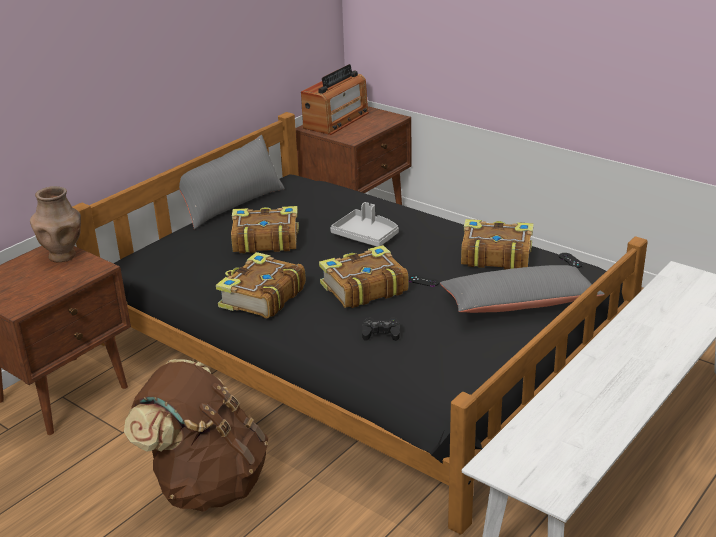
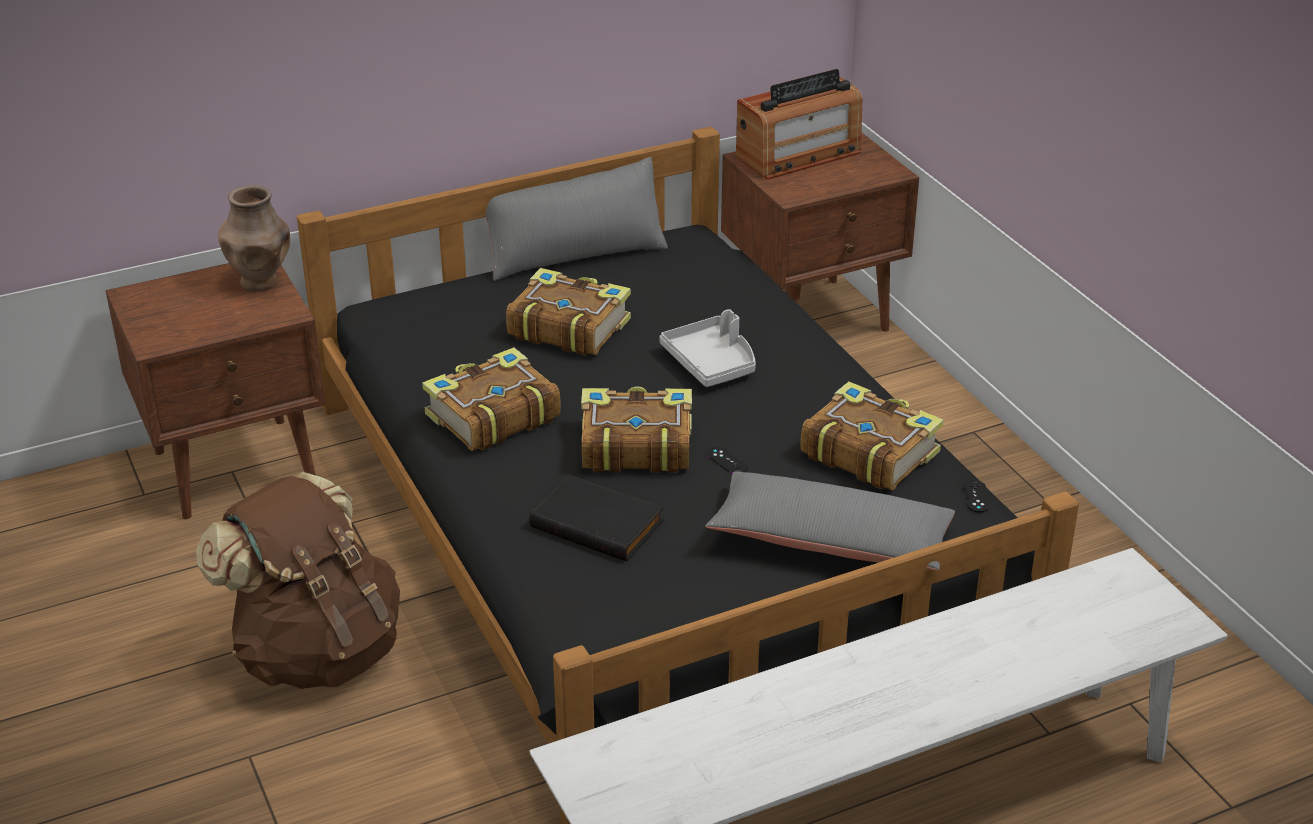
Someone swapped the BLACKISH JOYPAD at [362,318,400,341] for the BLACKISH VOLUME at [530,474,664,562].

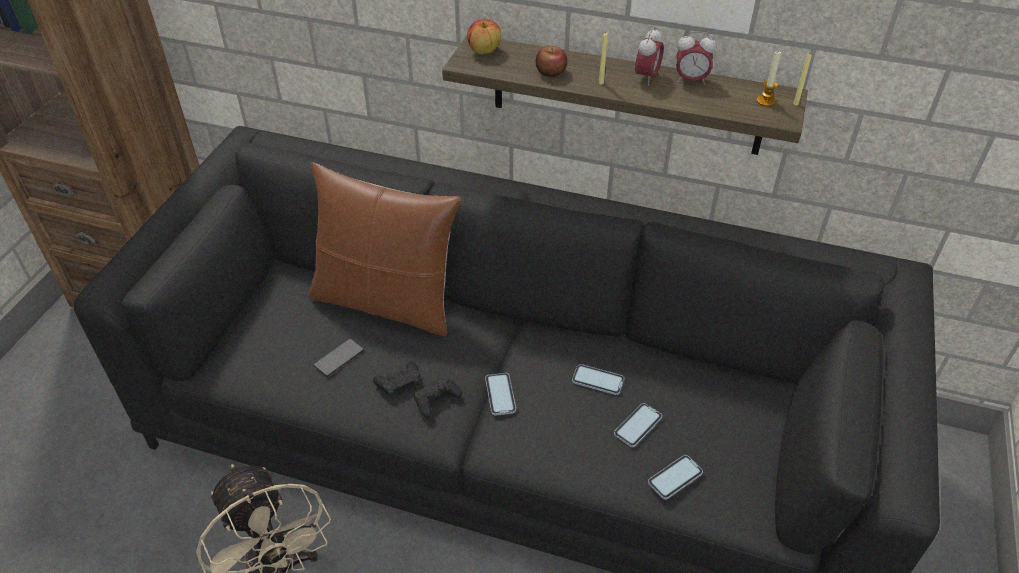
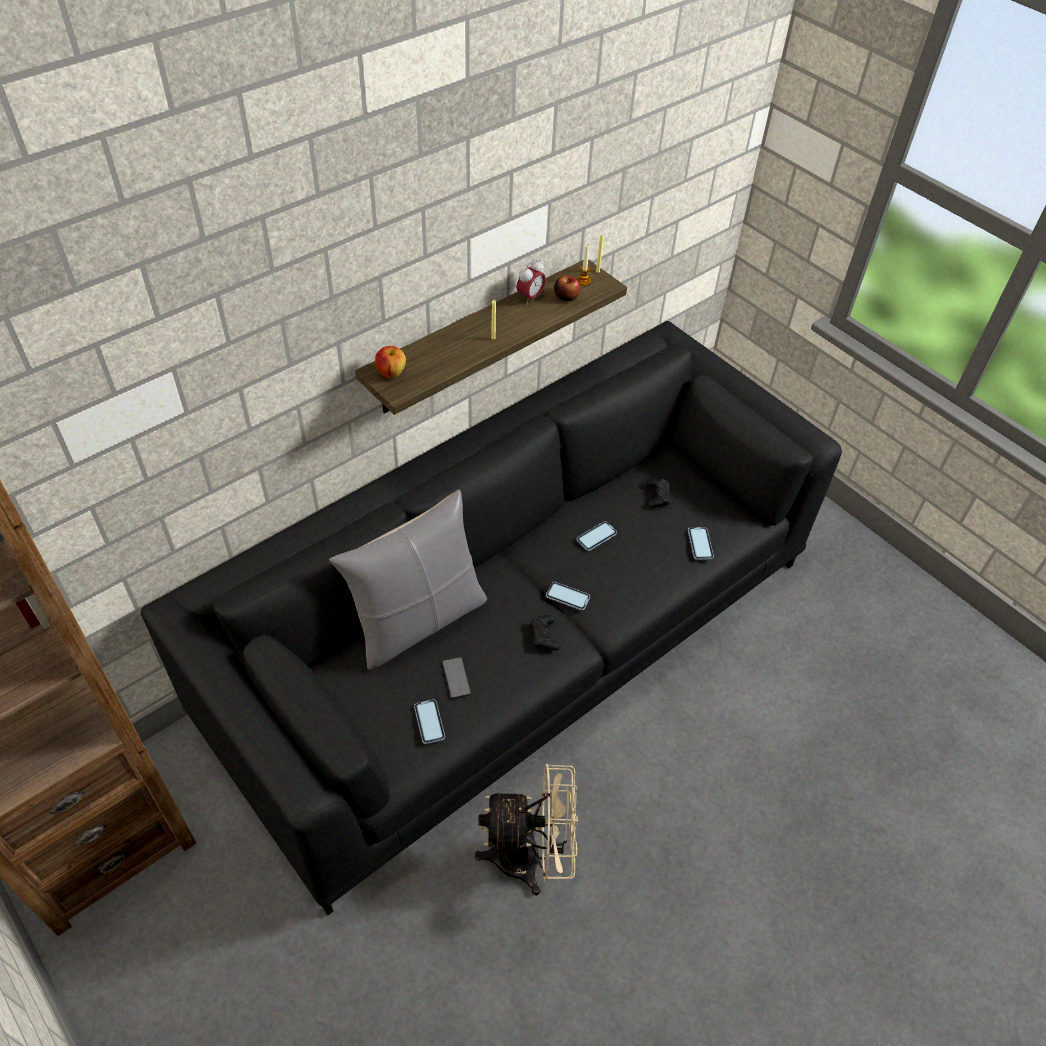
Someone repainted the BROWN THROW PILLOW at [308,163,461,336], which became the GREYISH THROW PILLOW at [329,489,487,670].
Someone carried the PHONE from [614,403,662,447] to [414,699,445,744].
Someone carried the WHOLE APPLE from [536,46,567,77] to [554,276,580,301].
Someone carried the BLACKISH JOYPAD from [373,361,420,397] to [646,479,671,508].
Someone took away the TABLE CLOCK at [635,26,664,86].

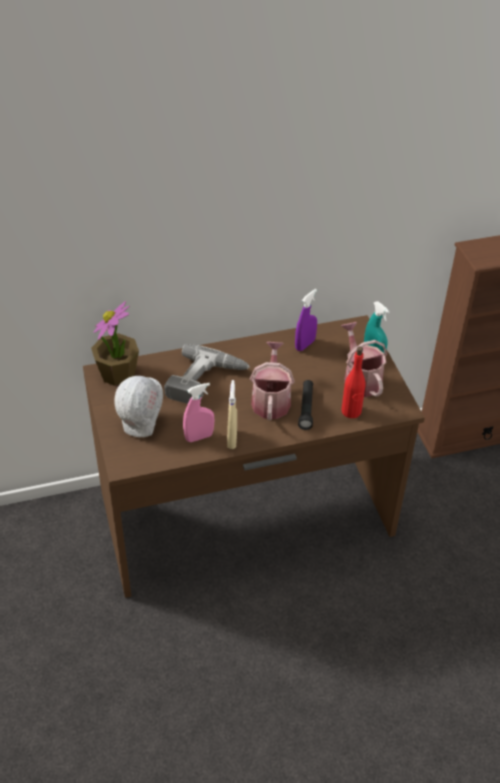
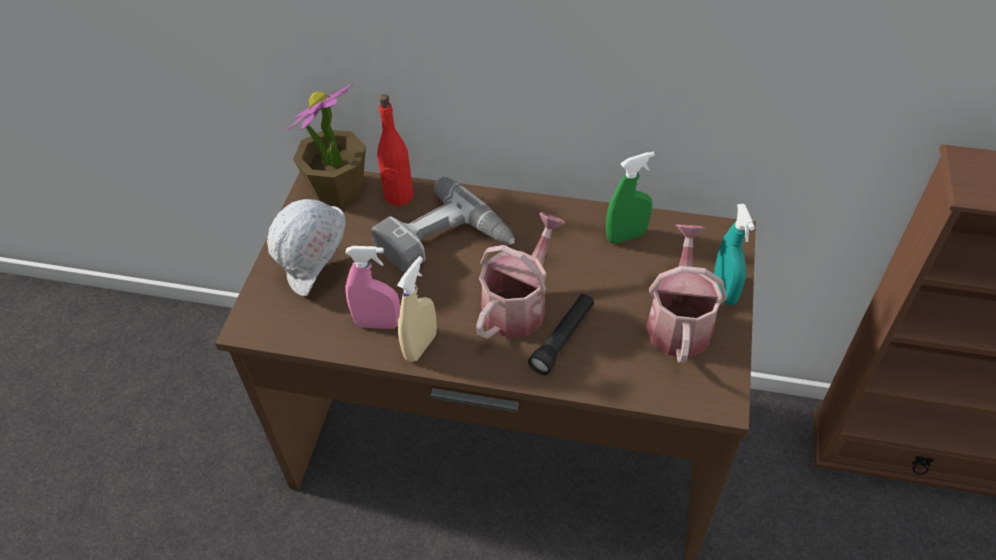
Someone carried the RED-COLOURED BEVERAGE BOTTLE from [341,347,366,418] to [377,94,413,206].
Someone repainted the PURPLISH SPRAYER at [295,289,317,351], which became the GREEN SPRAYER at [606,151,655,244].

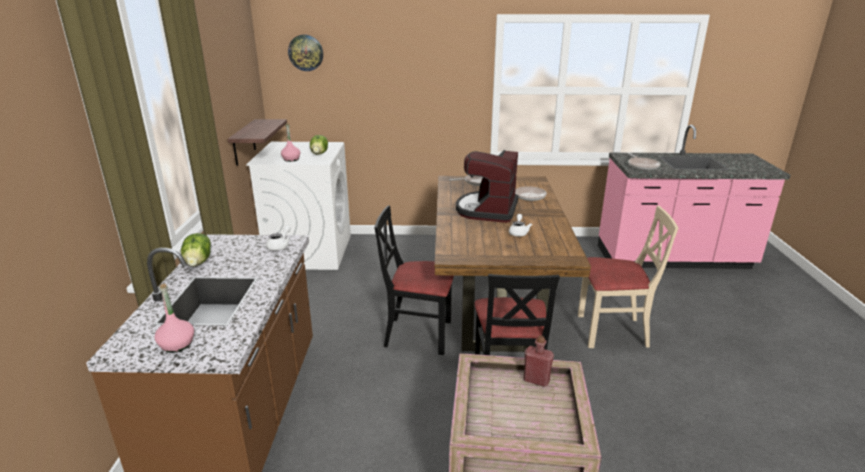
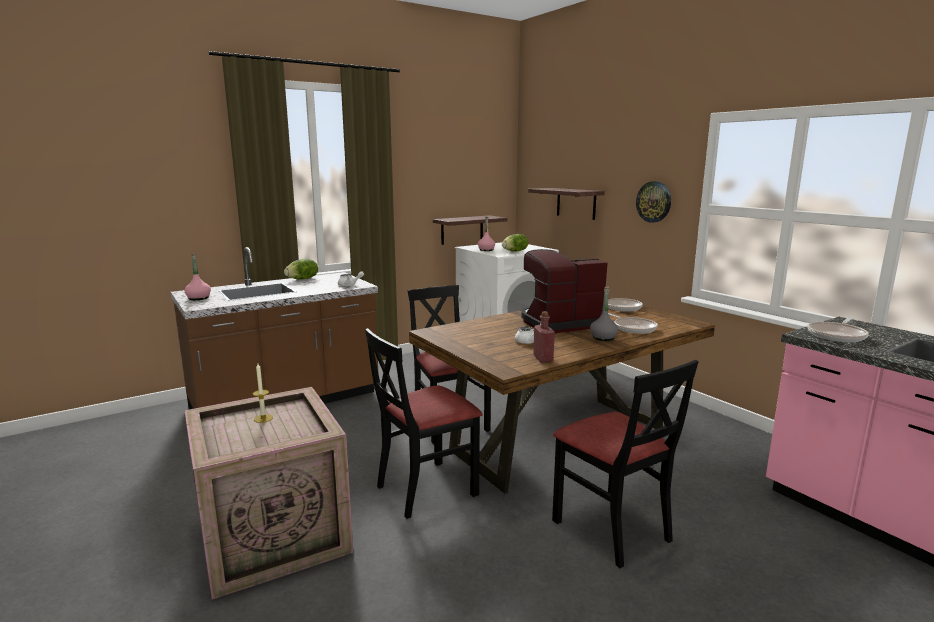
Someone put down the WAX CANDLE at [253,364,273,423].
Someone put up the WALL SHELF at [528,188,605,220].
Someone carried the RED-COLOURED BEVERAGE BOTTLE from [524,335,554,387] to [533,311,555,363].
Someone repainted the BEIGE-COLOURED PLAIN CHAIR at [578,206,678,348], which became the BLACKISH PLAIN CHAIR at [552,360,699,568].
Someone put down the GREYISH BEVERAGE BOTTLE at [590,286,618,341].
Someone carried the WALL CLOCK from [288,35,323,71] to [636,181,671,223].

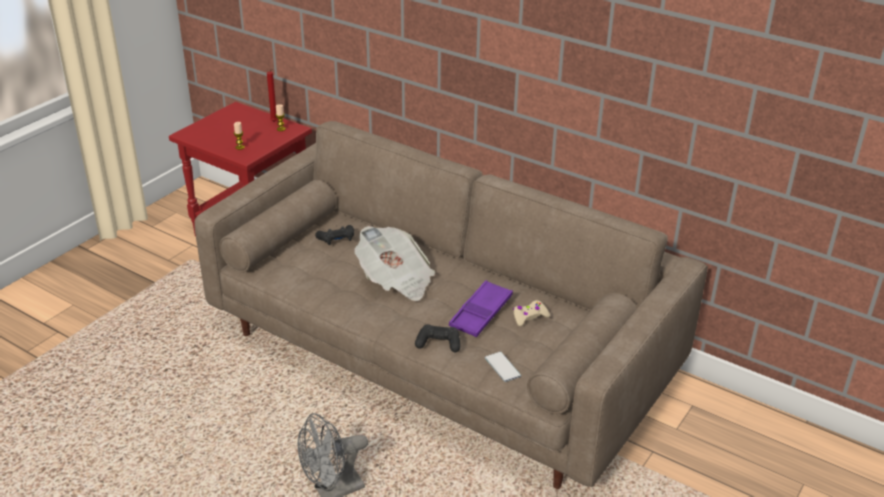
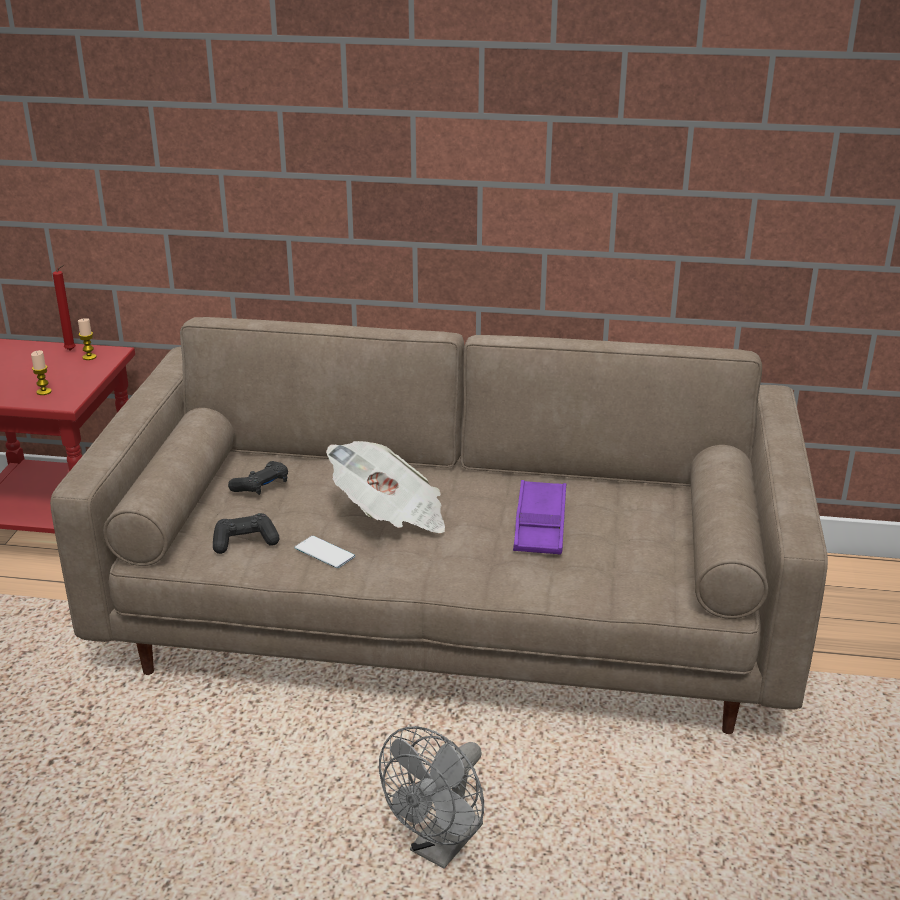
Someone carried the BLACKISH JOYPAD from [415,324,460,352] to [213,513,279,554].
Someone carried the PHONE from [485,352,521,382] to [294,536,355,568].
Someone took away the BEIGE-COLOURED JOYPAD at [513,300,550,326].

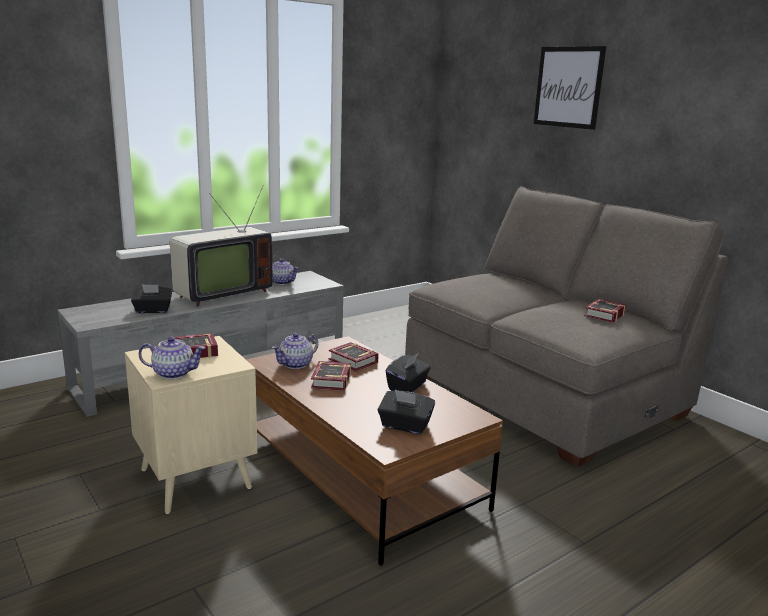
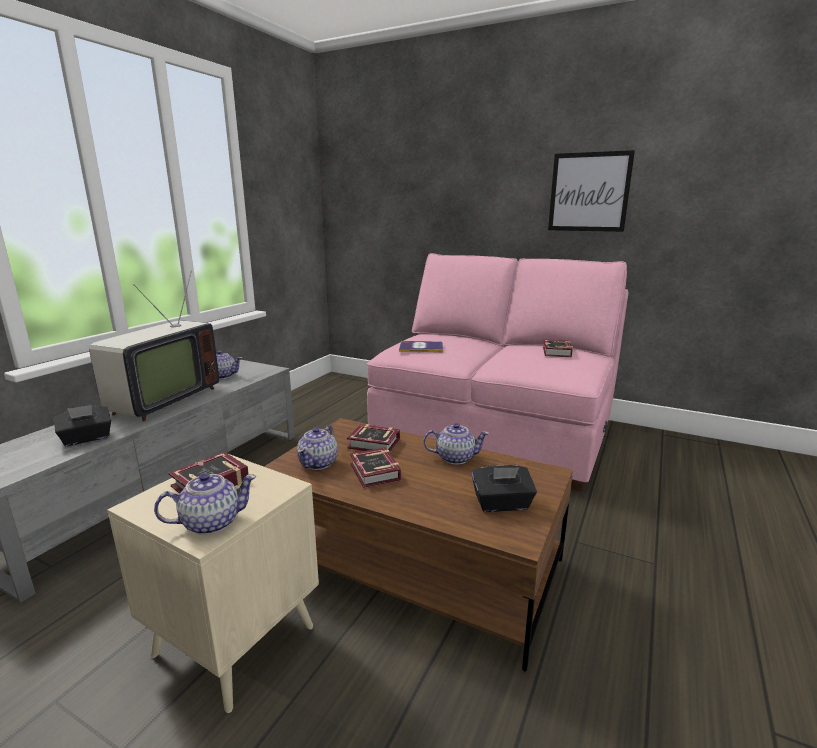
Someone repainted the GREYISH COUCH at [405,186,728,467], which became the PINKISH COUCH at [367,253,629,491].
Someone put down the VOLUME at [399,341,443,352].
Someone swapped the BLACKISH TISSUE HOLDER at [386,353,431,392] for the TEA POT at [423,423,489,465].
Someone carried the PICTURE from [534,46,606,130] to [548,150,635,232].

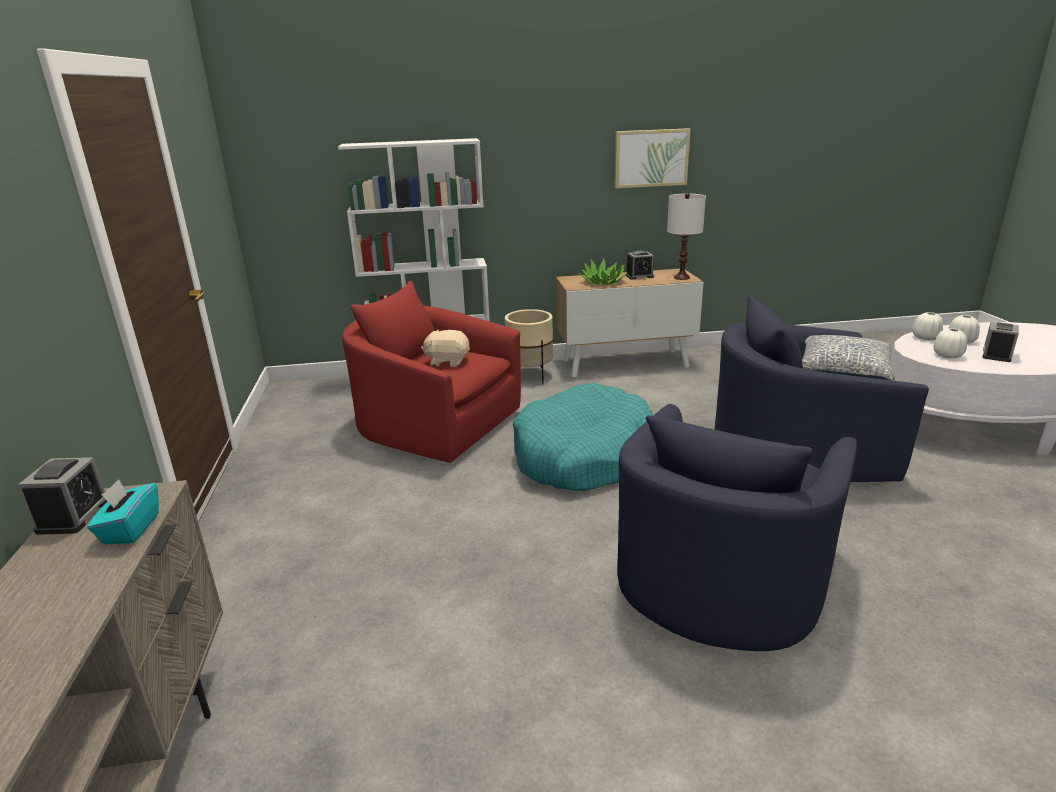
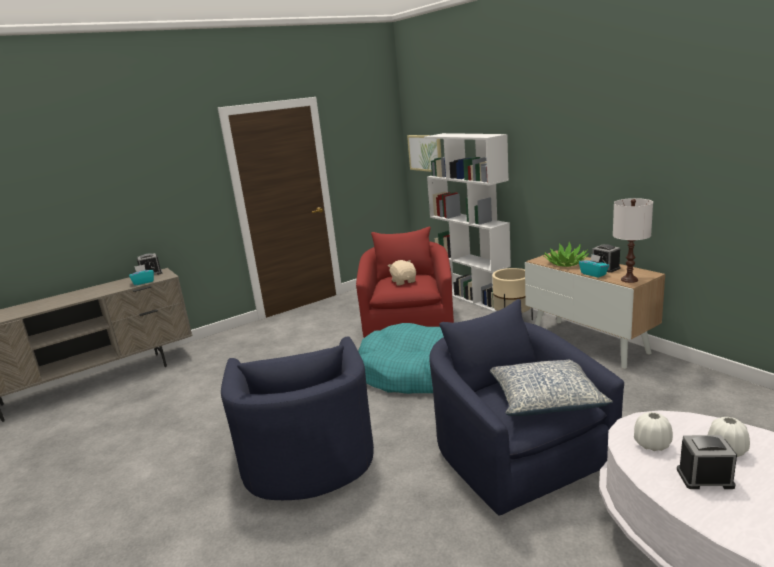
Someone rotated the BLUISH ARMCHAIR at [617,404,857,651] by 105 degrees counterclockwise.
Someone carried the PICTURE from [614,128,691,189] to [407,135,441,172].
Someone put down the TURQUOISE TISSUE HOLDER at [579,254,609,278].
Someone took away the WHITE FLOWER VASE at [912,312,943,340].

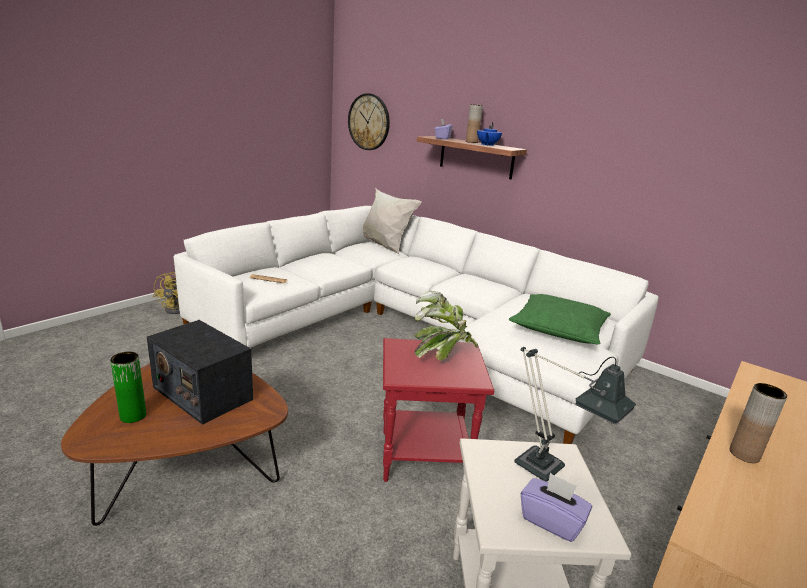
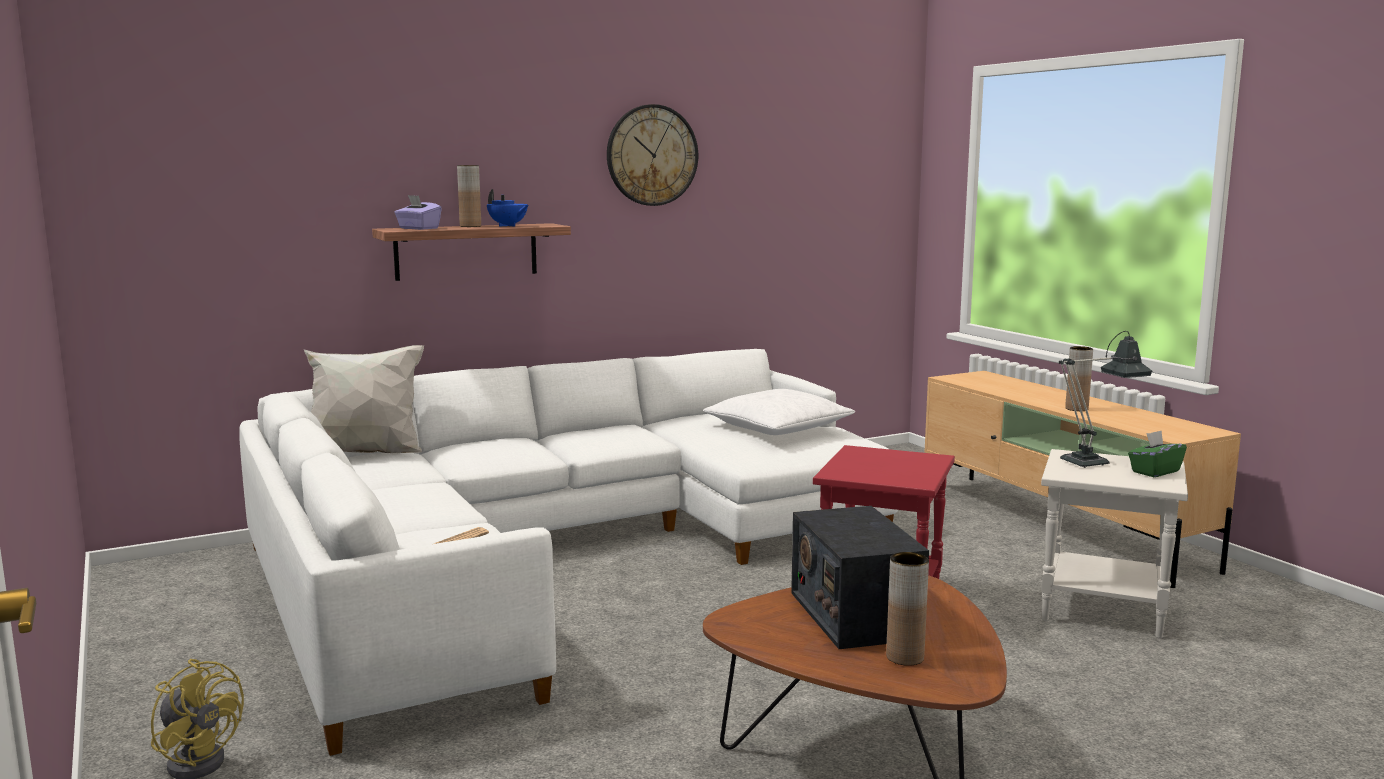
Someone carried the WALL CLOCK from [348,93,390,150] to [607,104,698,206].
Someone repainted the GREEN THROW PILLOW at [509,294,611,344], which became the WHITE THROW PILLOW at [703,389,855,435].
Someone rotated the RADIO SET at [147,320,253,425] by 105 degrees clockwise.
Someone repainted the GREEN FLOWER VASE at [110,352,146,423], which became the BROWN FLOWER VASE at [886,552,929,666].
Someone repainted the PURPLISH TISSUE HOLDER at [521,473,592,542], which became the GREEN TISSUE HOLDER at [1128,431,1187,477].
Someone took away the HOUSEPLANT at [414,291,478,360].

